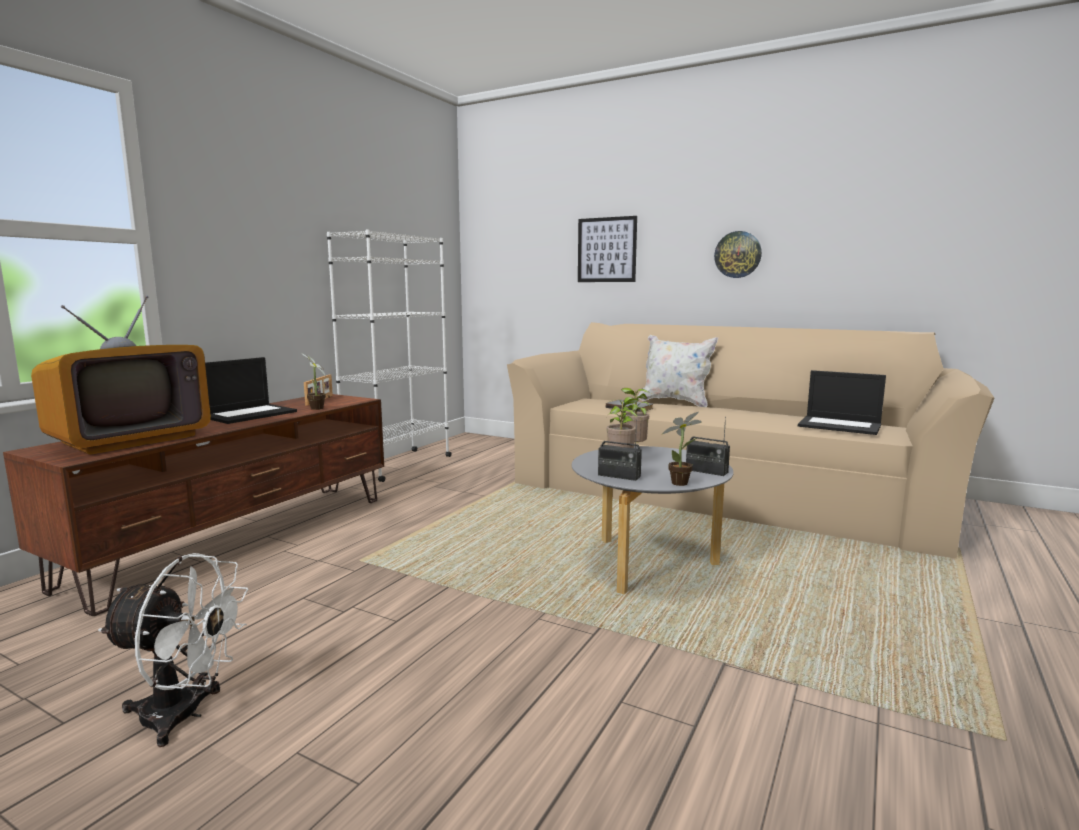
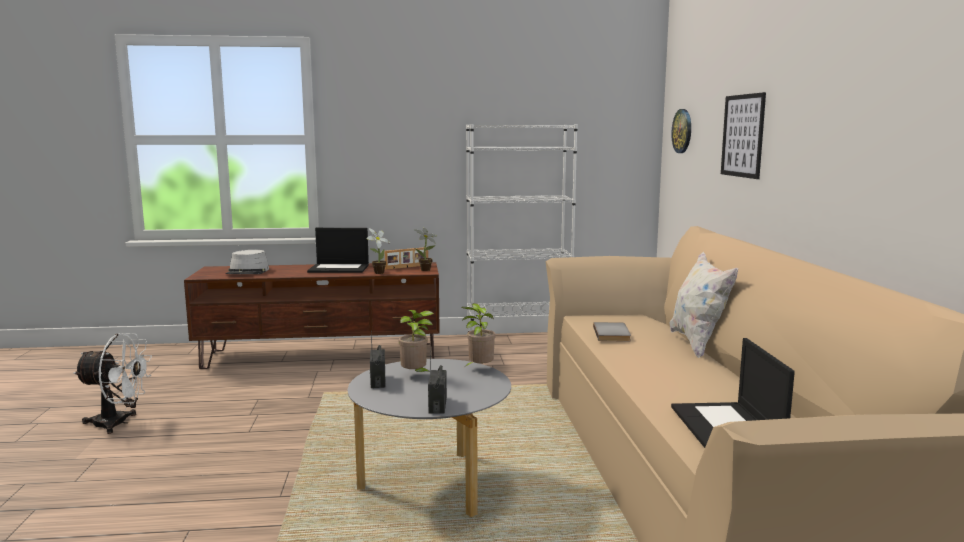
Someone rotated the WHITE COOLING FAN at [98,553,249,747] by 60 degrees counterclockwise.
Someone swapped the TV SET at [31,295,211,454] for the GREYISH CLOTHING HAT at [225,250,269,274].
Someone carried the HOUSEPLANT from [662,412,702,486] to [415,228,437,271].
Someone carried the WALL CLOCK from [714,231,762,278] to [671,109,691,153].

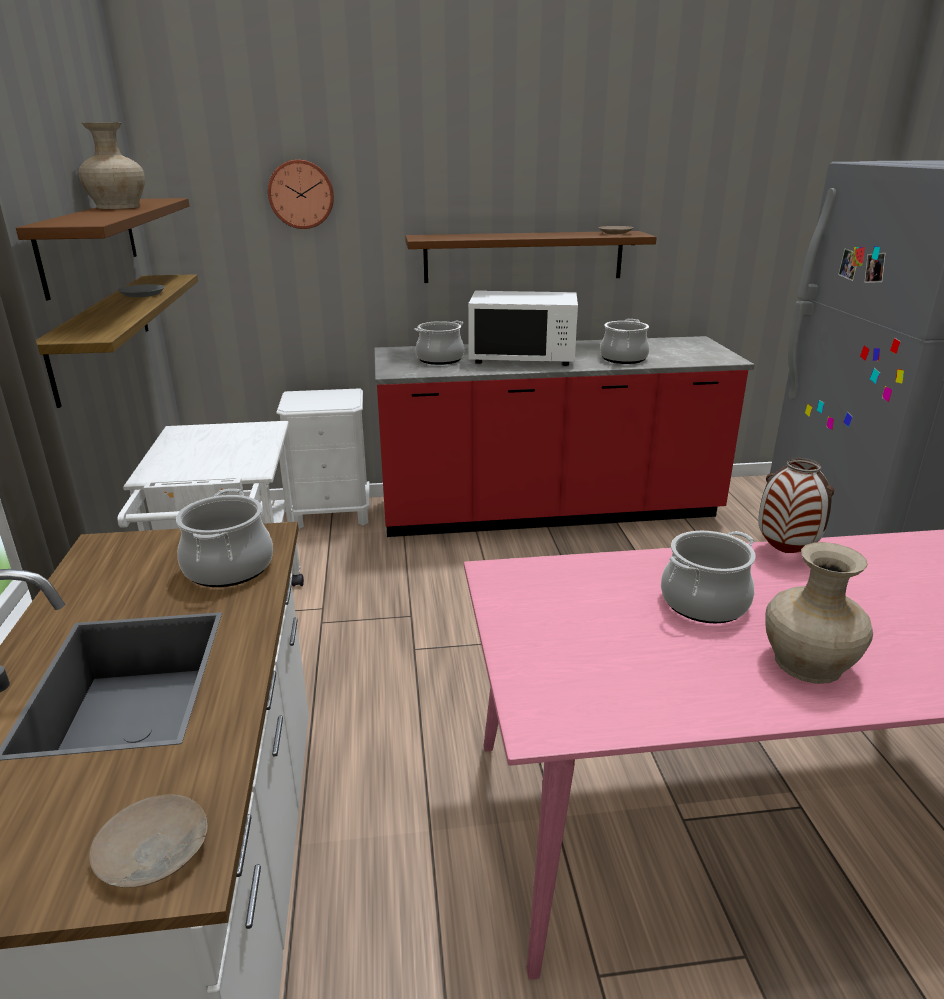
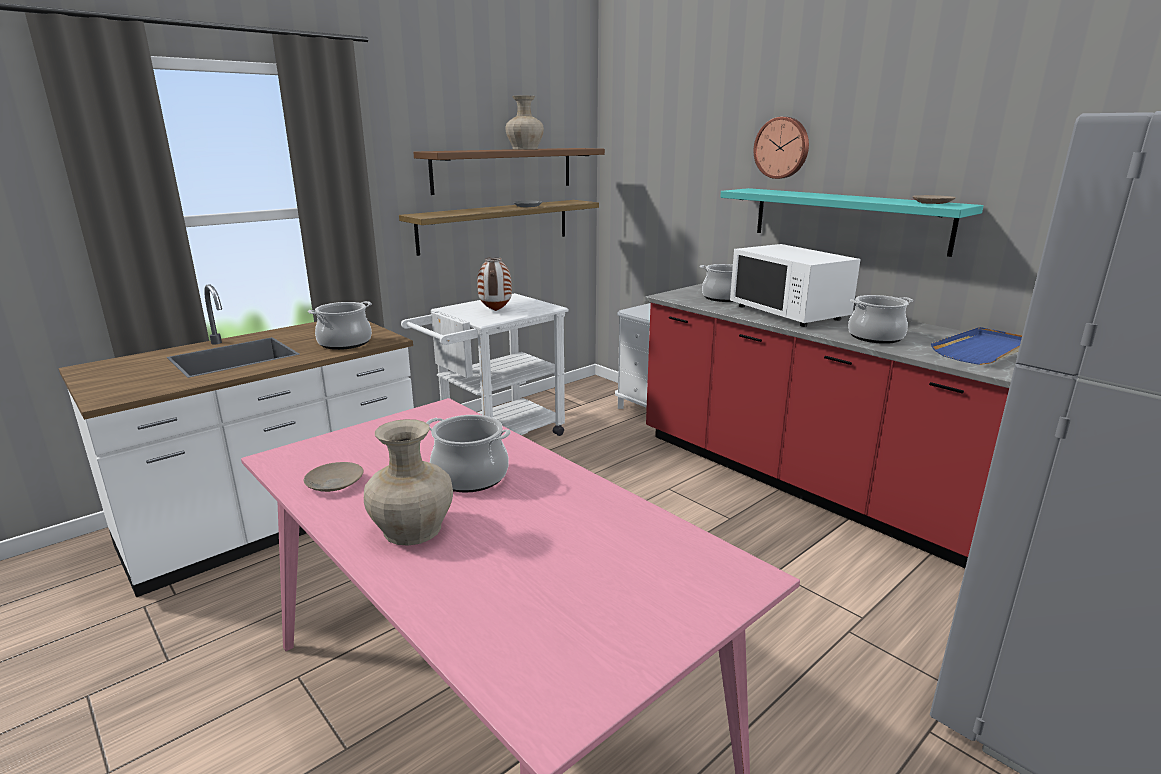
Someone carried the BEIGE-COLOURED DINNER PLATE from [89,795,208,888] to [304,462,364,492].
Someone carried the FLOWER VASE from [758,458,834,553] to [477,257,512,311].
Someone repainted the BROWN WALL SHELF at [405,231,657,283], which became the TURQUOISE WALL SHELF at [720,188,984,257].
Someone carried the WALL CLOCK from [268,159,334,229] to [754,117,809,179].
Someone put down the BLUISH CARRYING TRAY at [931,327,1022,365].

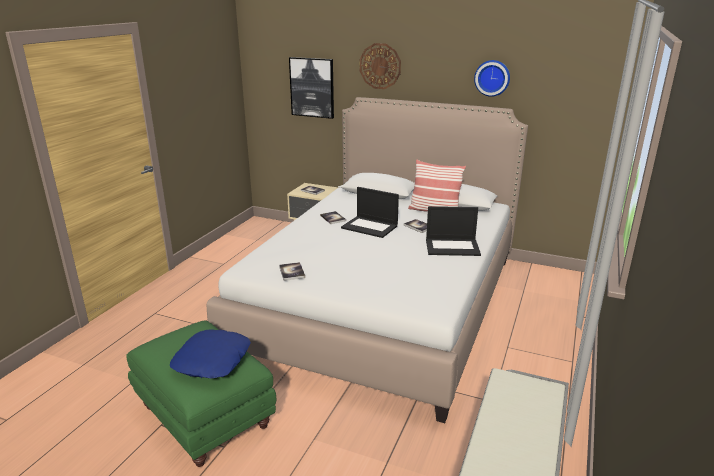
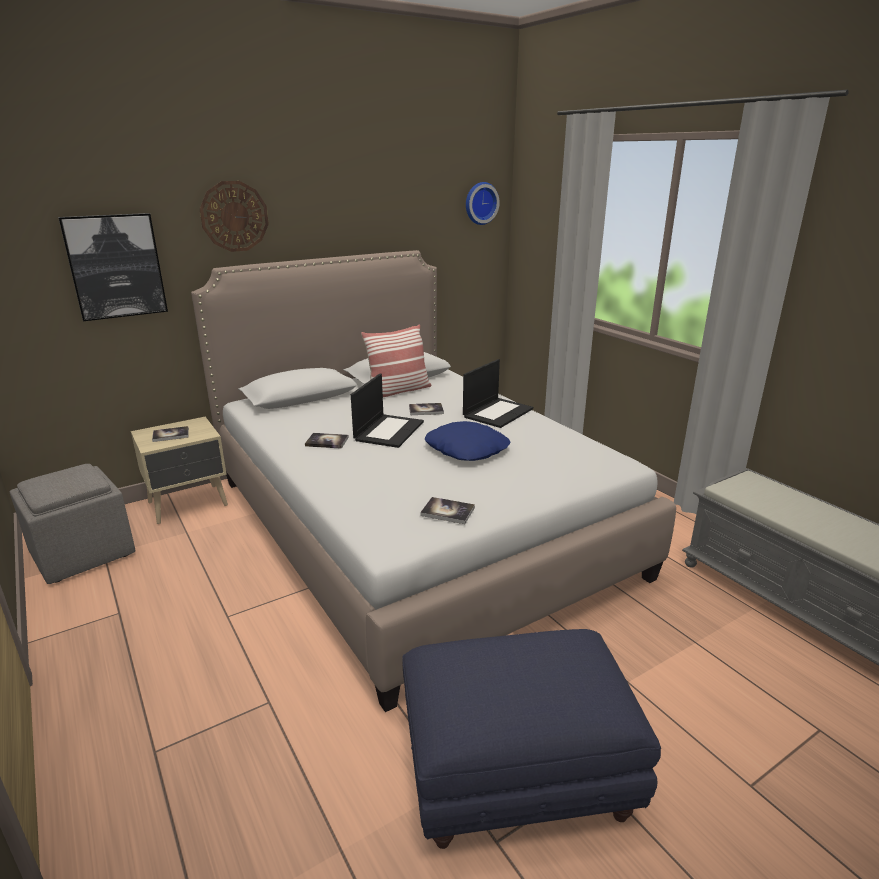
Someone put down the GREYISH OTTOMAN at [10,464,136,584].
Someone rotated the NOTEBOOK COMPUTER at [341,187,399,238] by 45 degrees counterclockwise.
Someone repainted the GREEN OTTOMAN at [126,321,276,467], which became the BLUISH OTTOMAN at [402,629,661,849].
Someone carried the BLUISH THROW PILLOW from [170,329,251,379] to [425,421,511,461].
Someone carried the WALL CLOCK from [474,60,510,97] to [466,182,500,225].

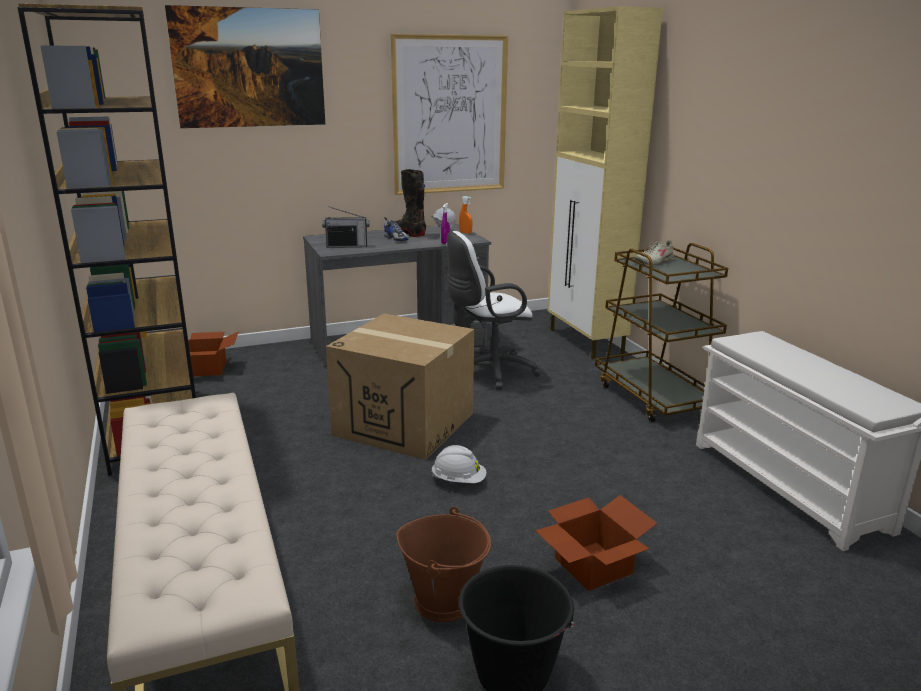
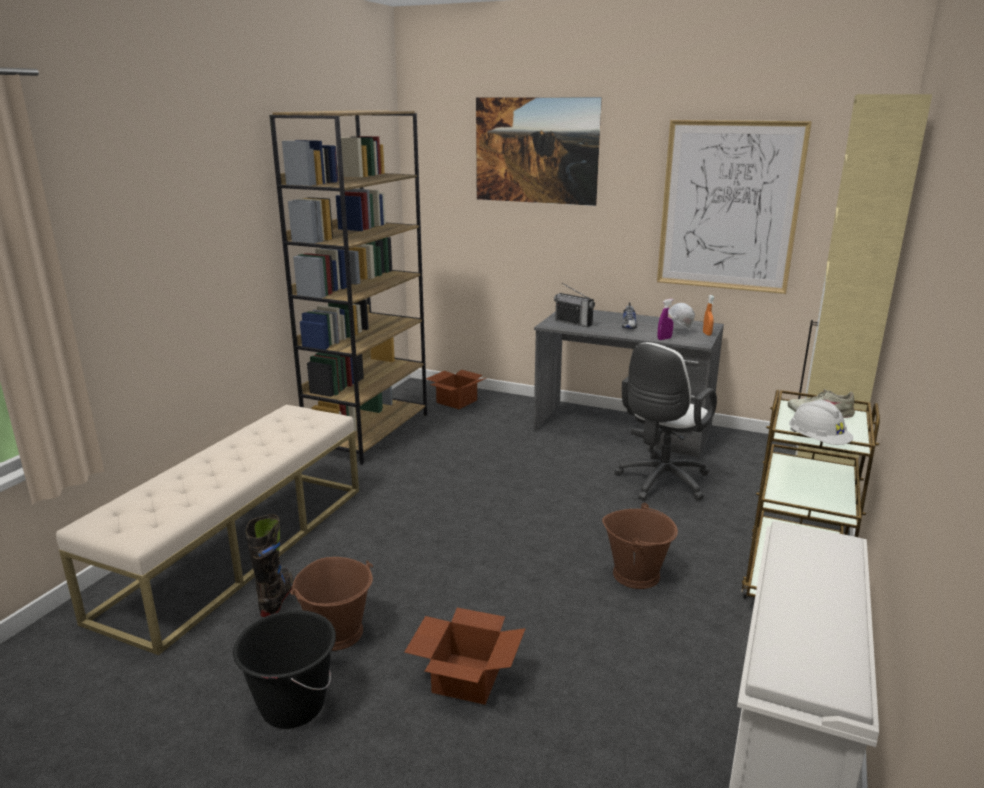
Someone carried the BLACKISH BOOT from [394,169,426,237] to [245,514,293,617].
Someone put down the BROWN PAIL at [602,503,678,589].
Someone rotated the WHITE OFFICE CHAIR at [447,231,541,390] by 75 degrees counterclockwise.
Someone carried the WHITE HARD HAT from [431,445,486,483] to [789,400,854,445].
Someone took away the CARDBOARD BOX at [326,313,474,460].

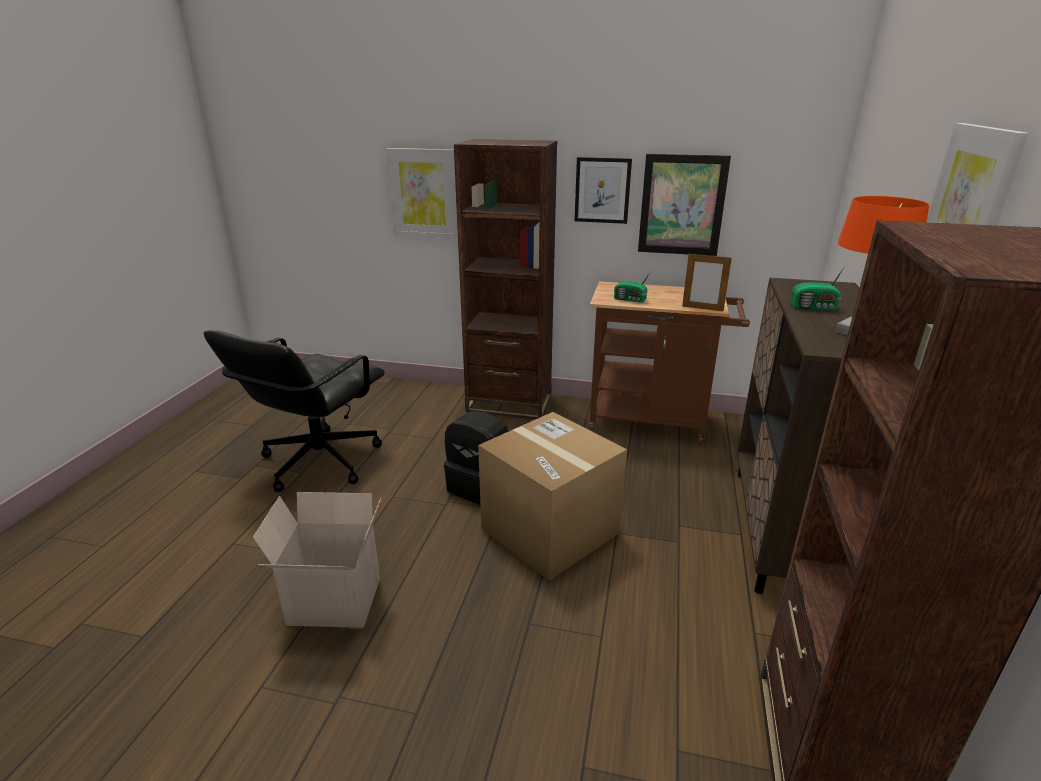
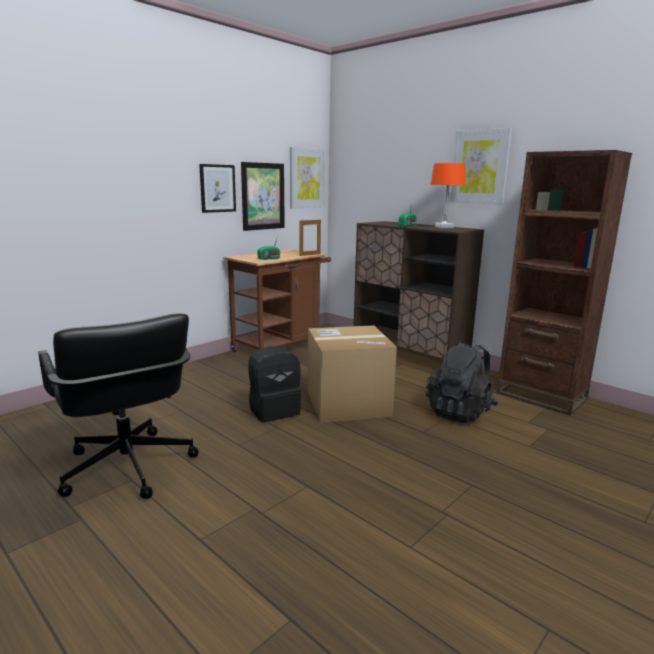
Someone carried the PICTURE from [386,148,458,239] to [290,147,325,209].
Someone put down the BLACKISH RUCKSACK at [426,341,498,423].
Someone took away the CARDBOARD BOX at [253,492,381,628].
Someone took away the BROWN BOOKSHELF at [454,139,557,419].

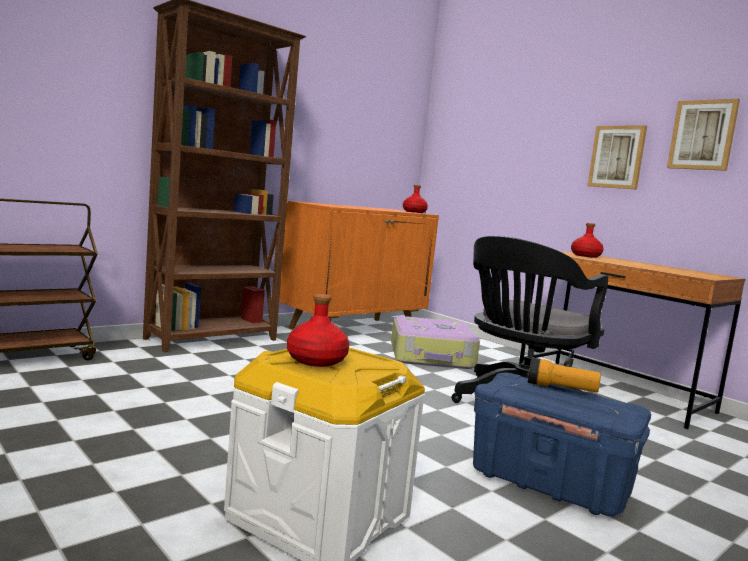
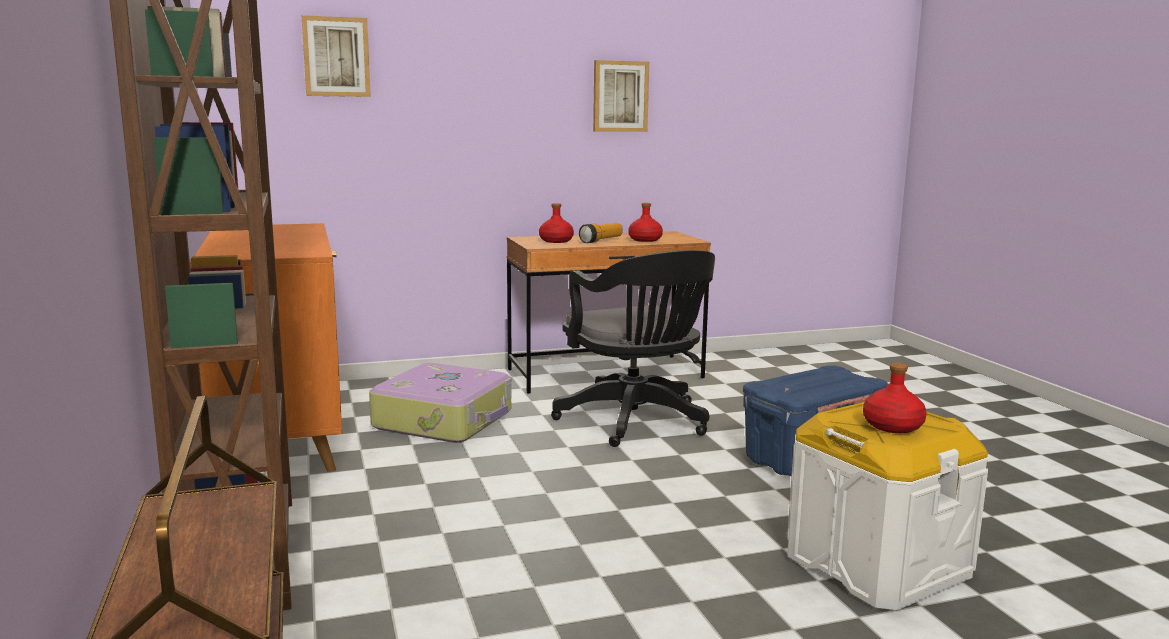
Someone carried the PICTURE from [587,125,647,190] to [302,15,371,97].
Someone carried the TORCH from [528,357,601,393] to [579,223,623,243].
Someone carried the RED-COLOURED BEVERAGE BOTTLE from [403,185,428,213] to [628,203,663,242].

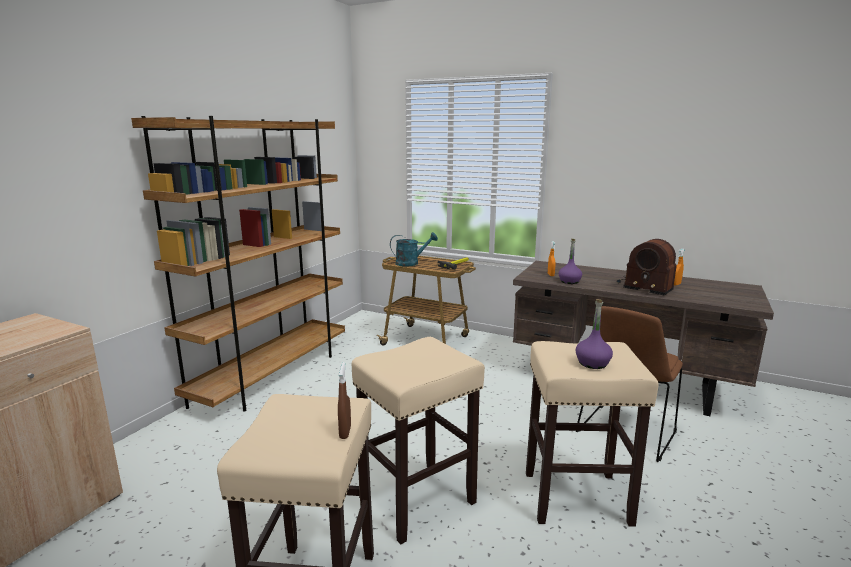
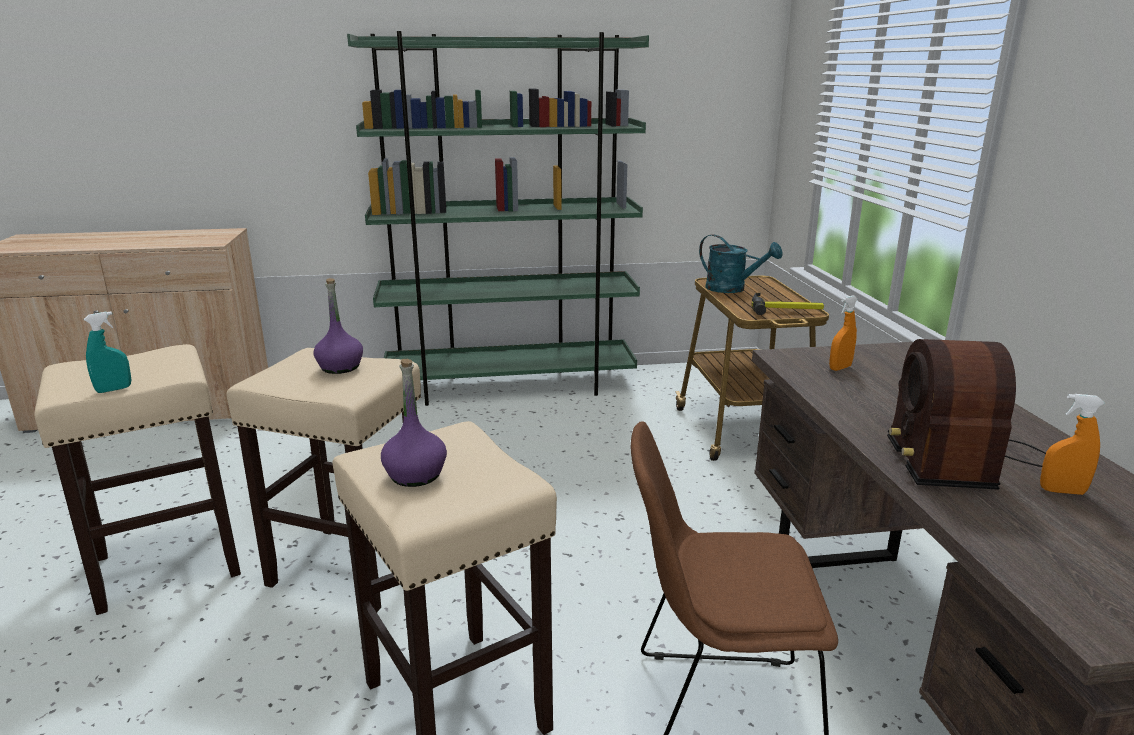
Someone repainted the BROWN SPRAYER at [338,362,351,439], which became the TURQUOISE SPRAYER at [84,311,131,393].
Someone carried the PURPLISH BEVERAGE BOTTLE from [558,239,582,284] to [313,278,363,374].
Someone repainted the BROWN BOOKSHELF at [131,116,345,412], which became the GREEN BOOKSHELF at [347,31,649,406].

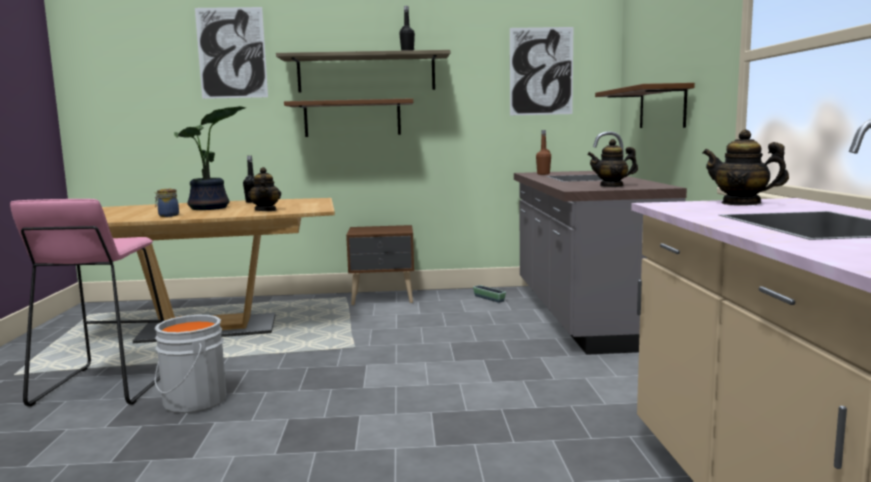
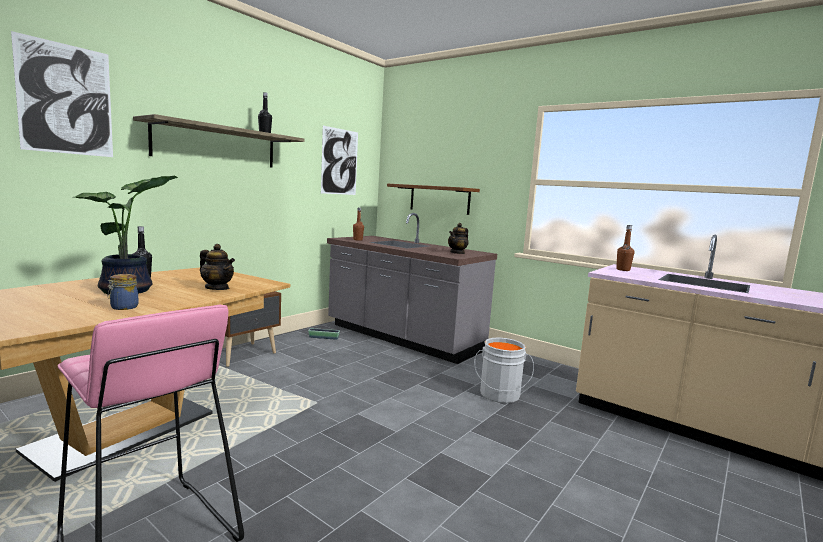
Someone carried the GREYISH PAIL from [154,315,226,413] to [474,338,534,403].
Someone swapped the TEA POT at [703,129,789,206] for the BROWN BEVERAGE BOTTLE at [616,225,634,271].
Someone took away the BROWN WALL SHELF at [284,98,413,137].

